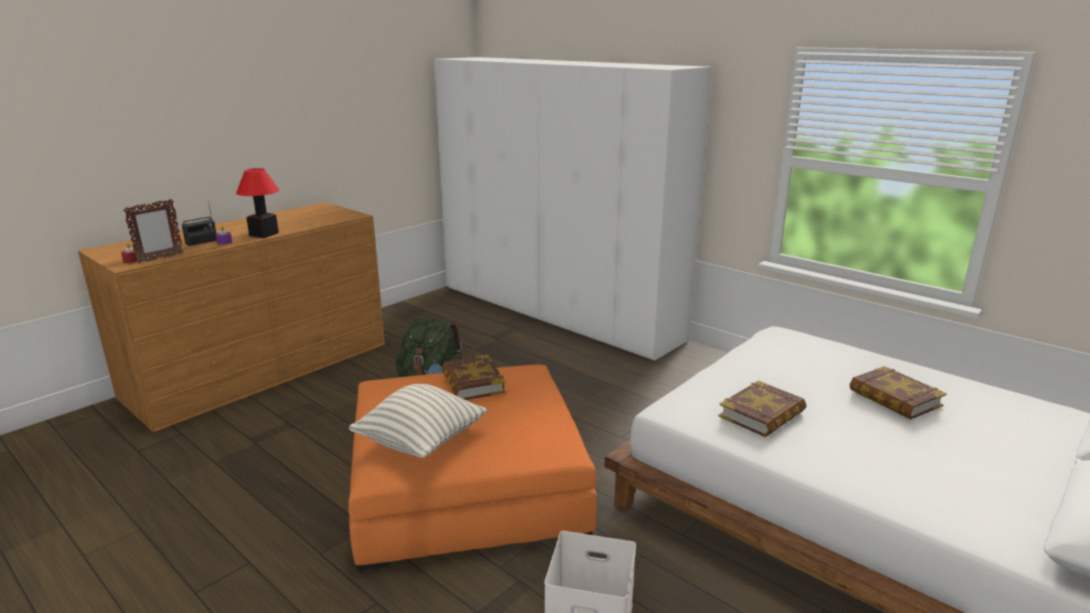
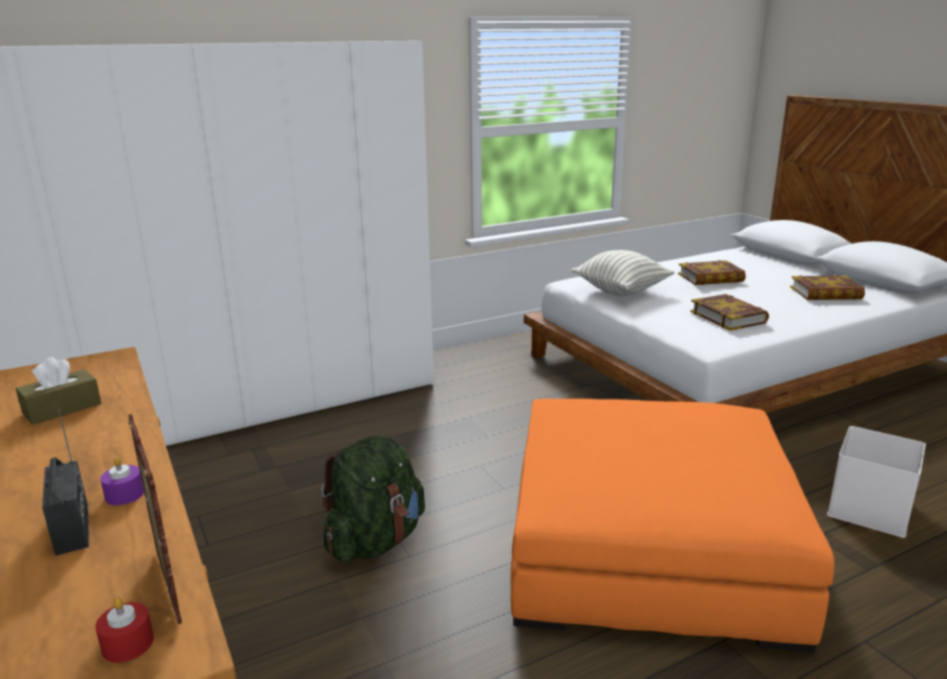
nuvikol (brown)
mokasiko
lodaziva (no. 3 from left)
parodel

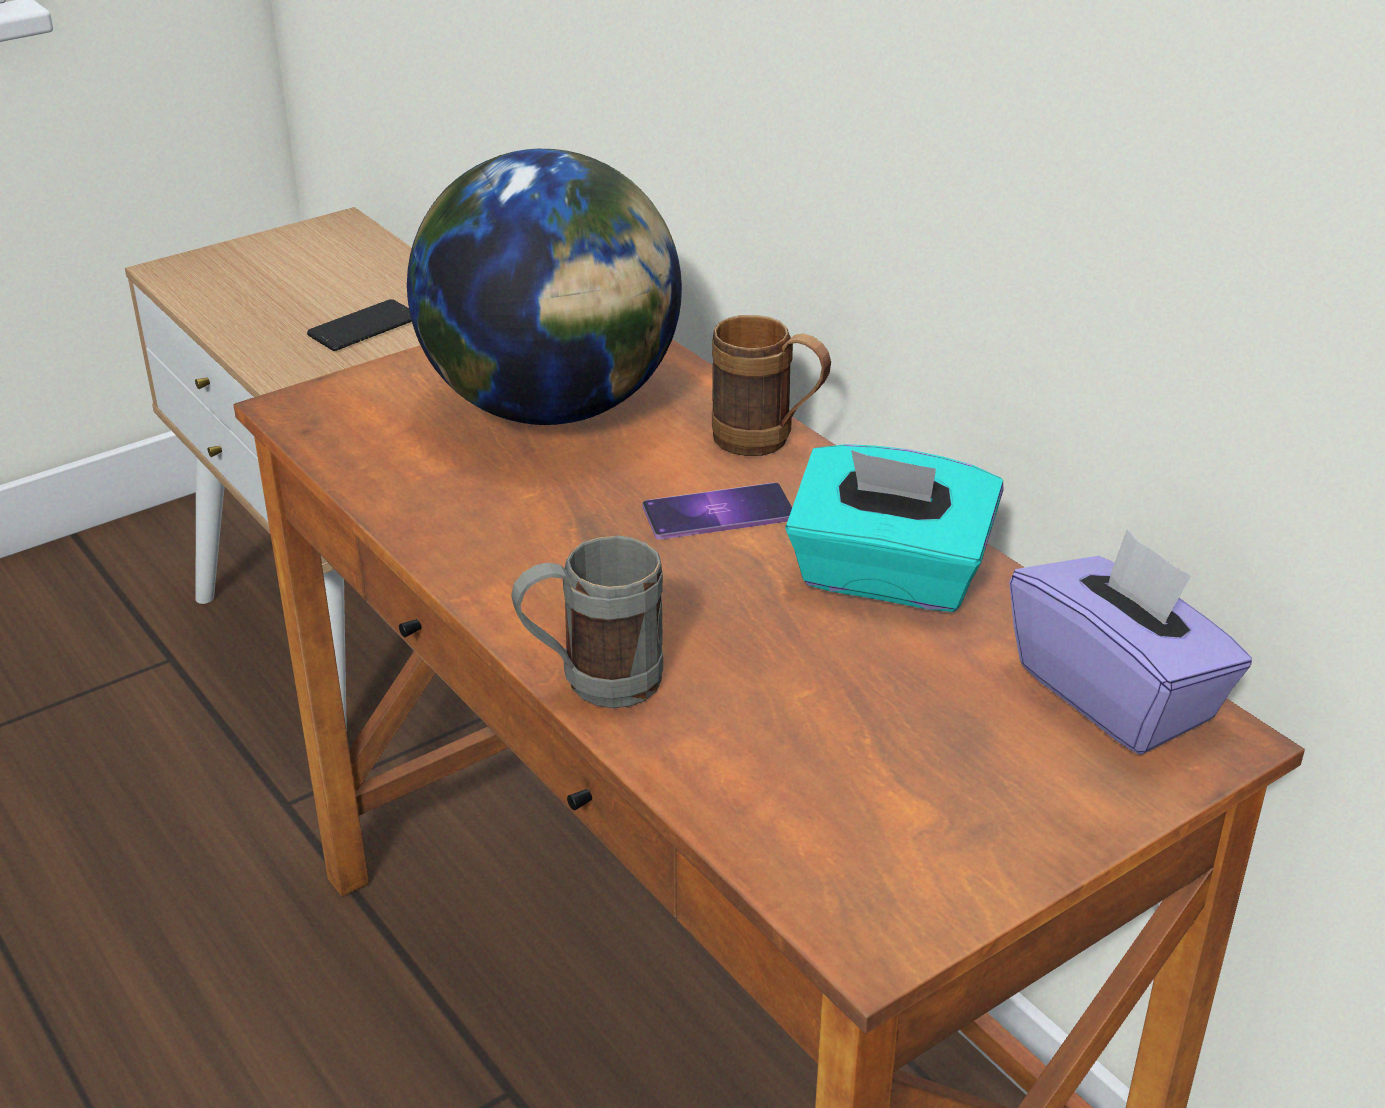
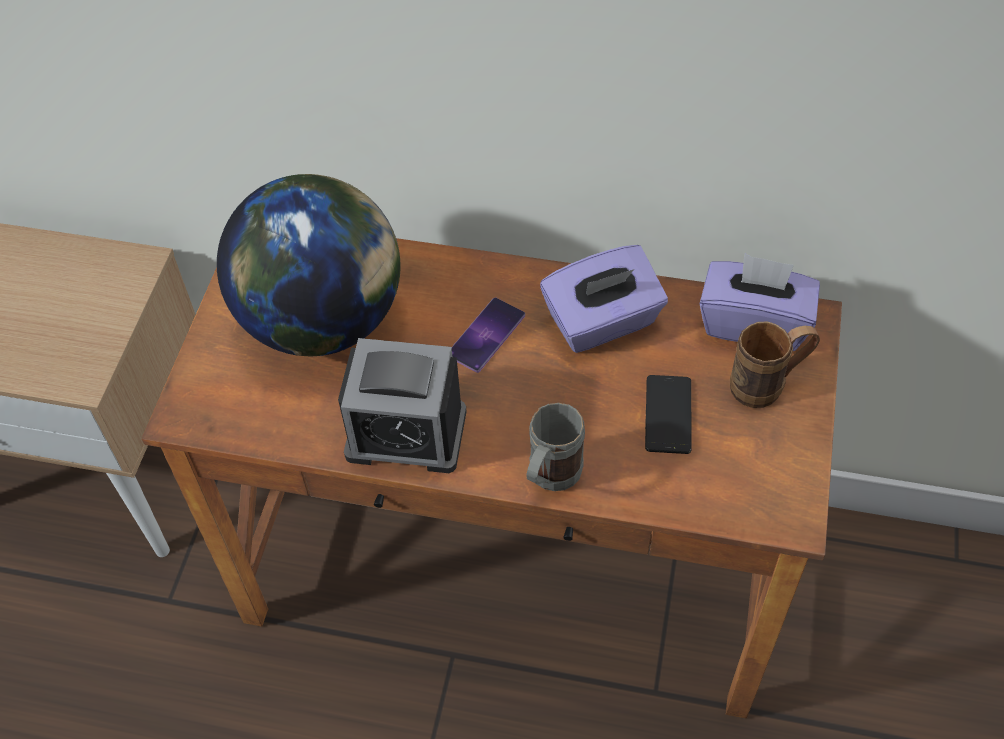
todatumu
nuvikol (purple) (no. 1 from left)
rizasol (no. 2 from left)
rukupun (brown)

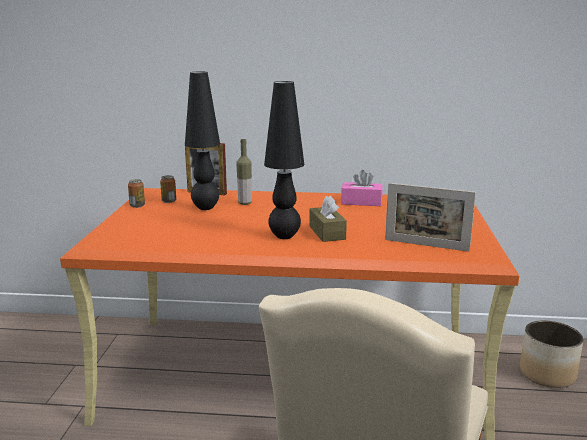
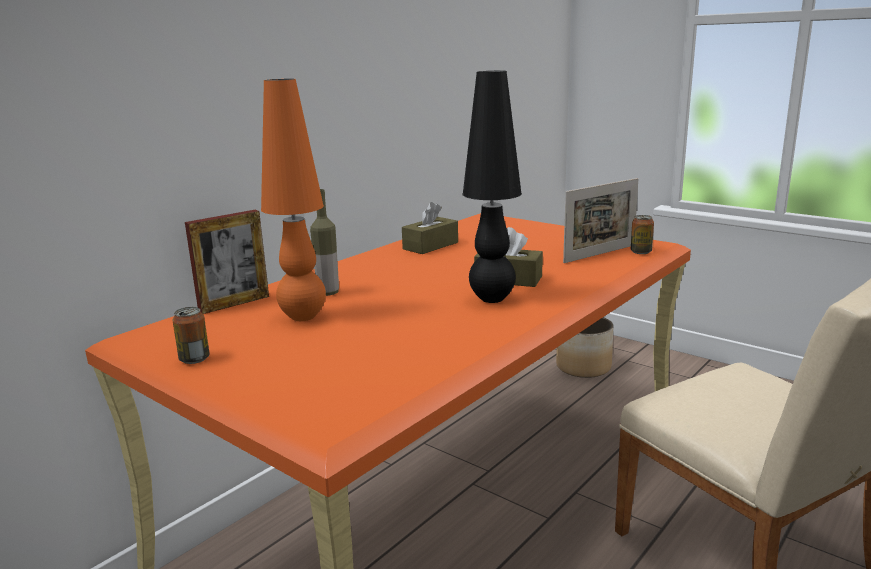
parodel (orange)
nuvikol (brown) (no. 1 from left)
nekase (no. 2 from left)

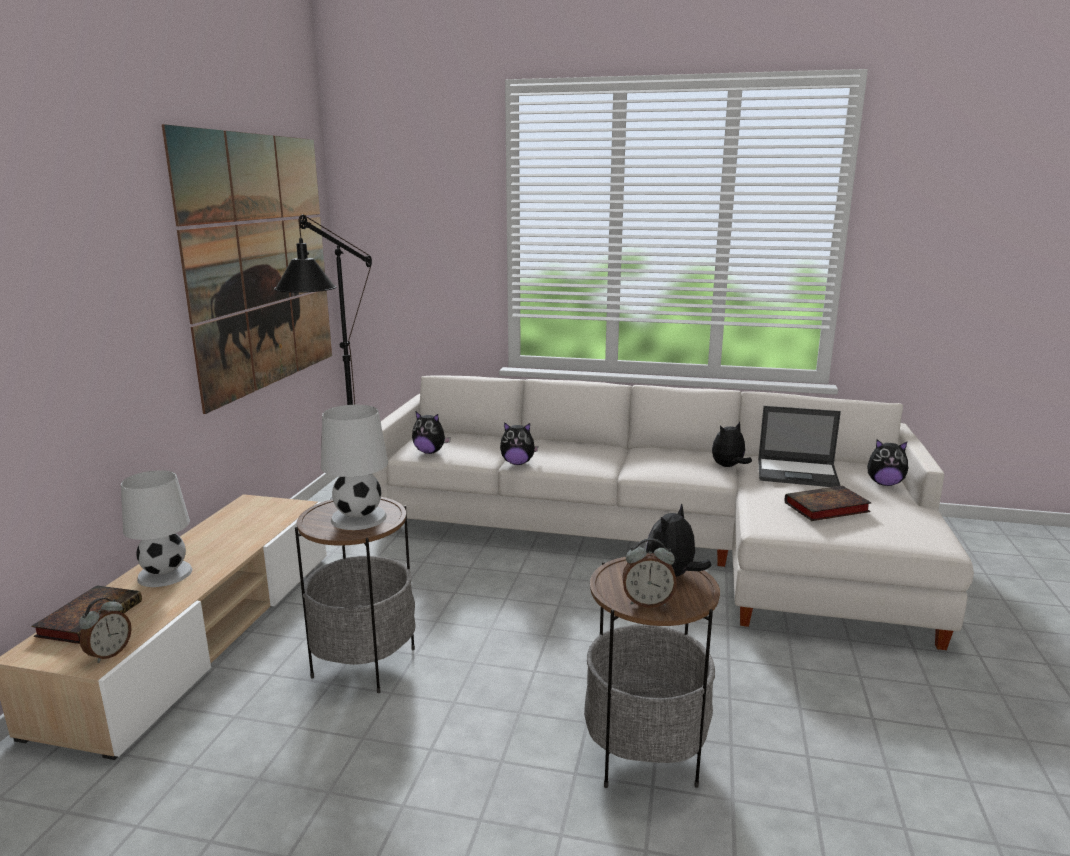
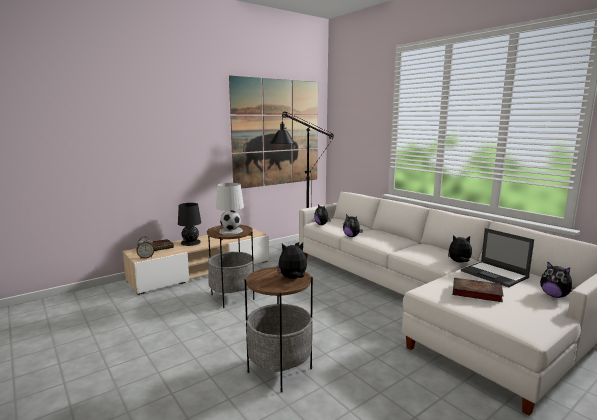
parodel (black)
todatumu (no. 2 from left in the first image)

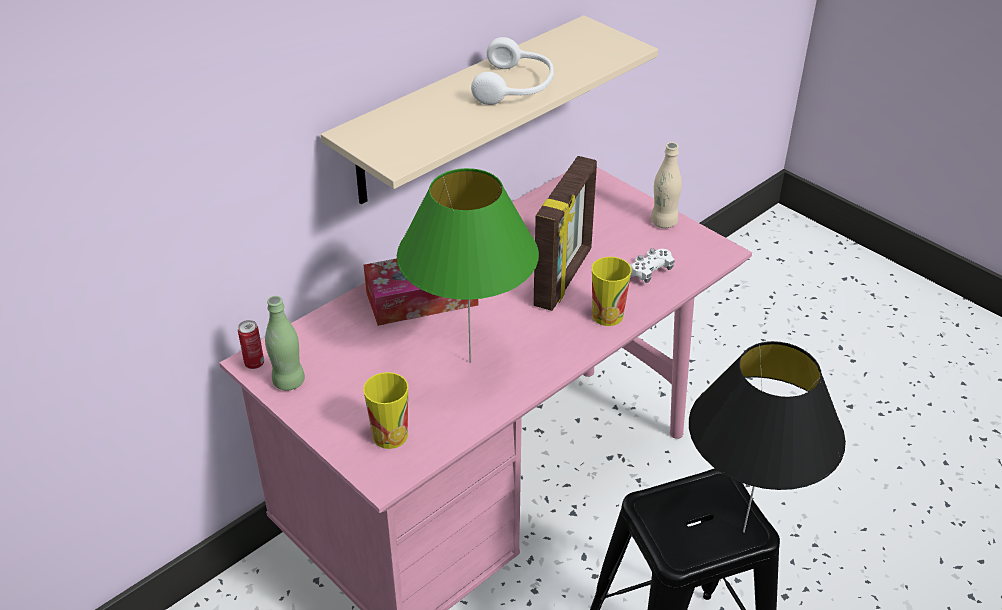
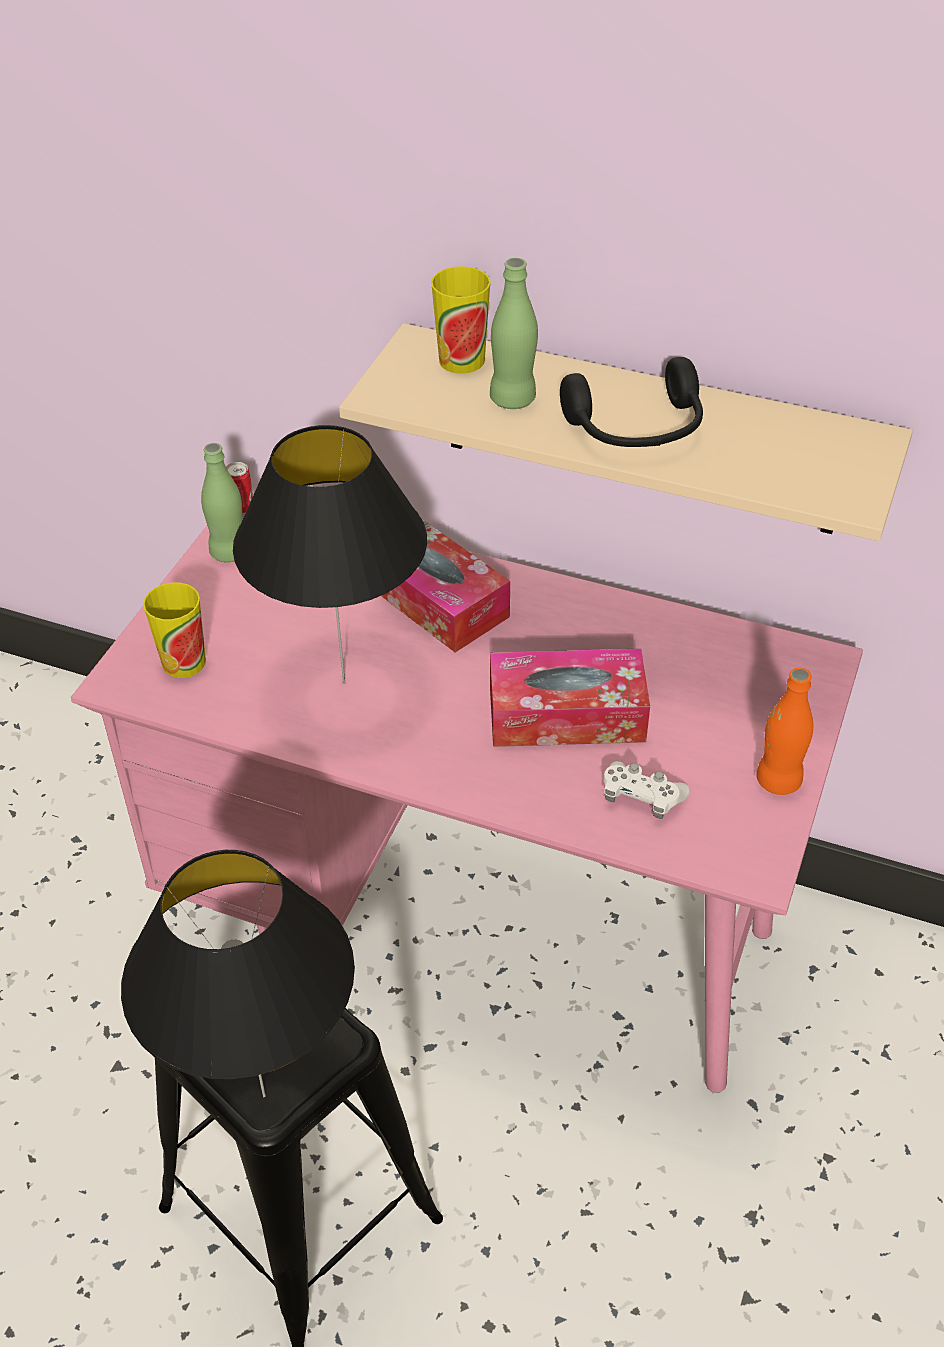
parodel (black) (no. 2 from left)
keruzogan (no. 2 from left)
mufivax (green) (no. 2 from left)
nuvikol (no. 2 from left)
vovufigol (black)
mufivax (orange)

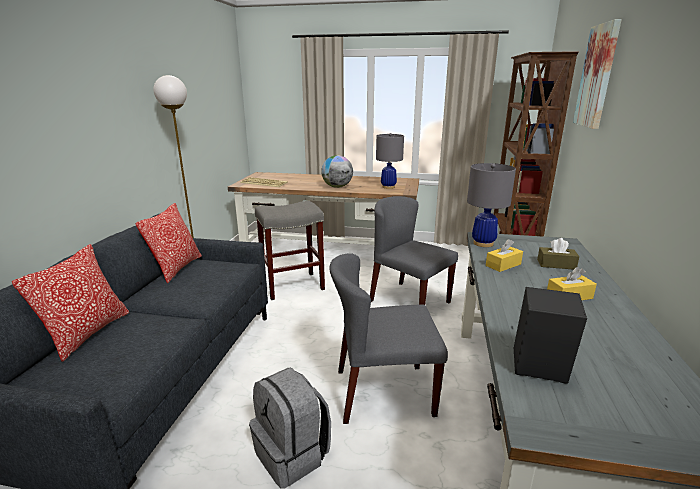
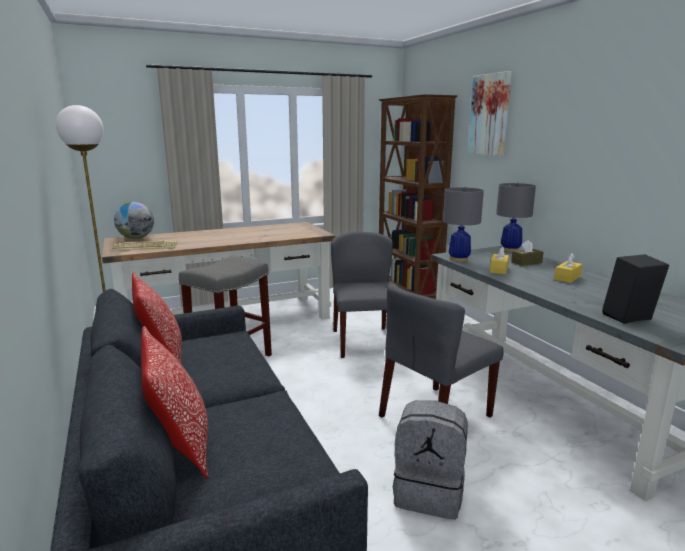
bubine
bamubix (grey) (no. 1 from left)
parodel (grey) (no. 2 from left)

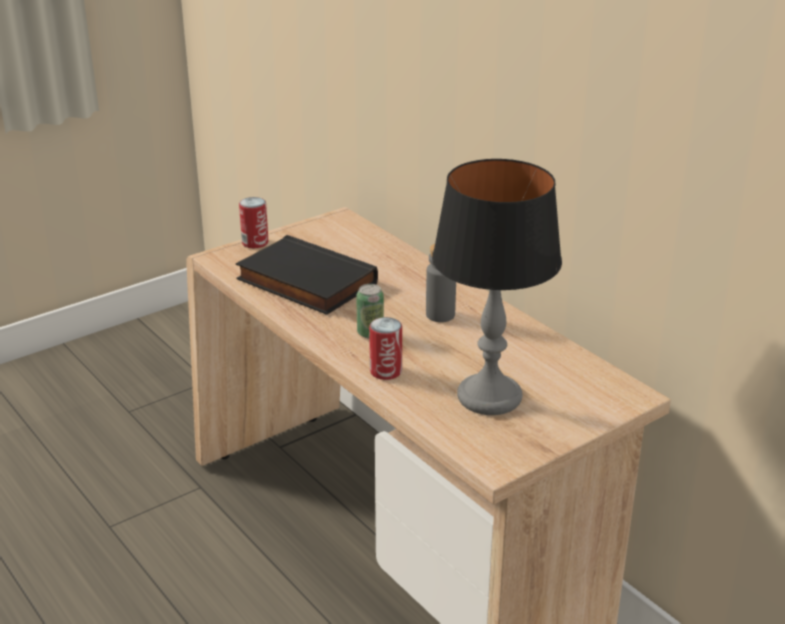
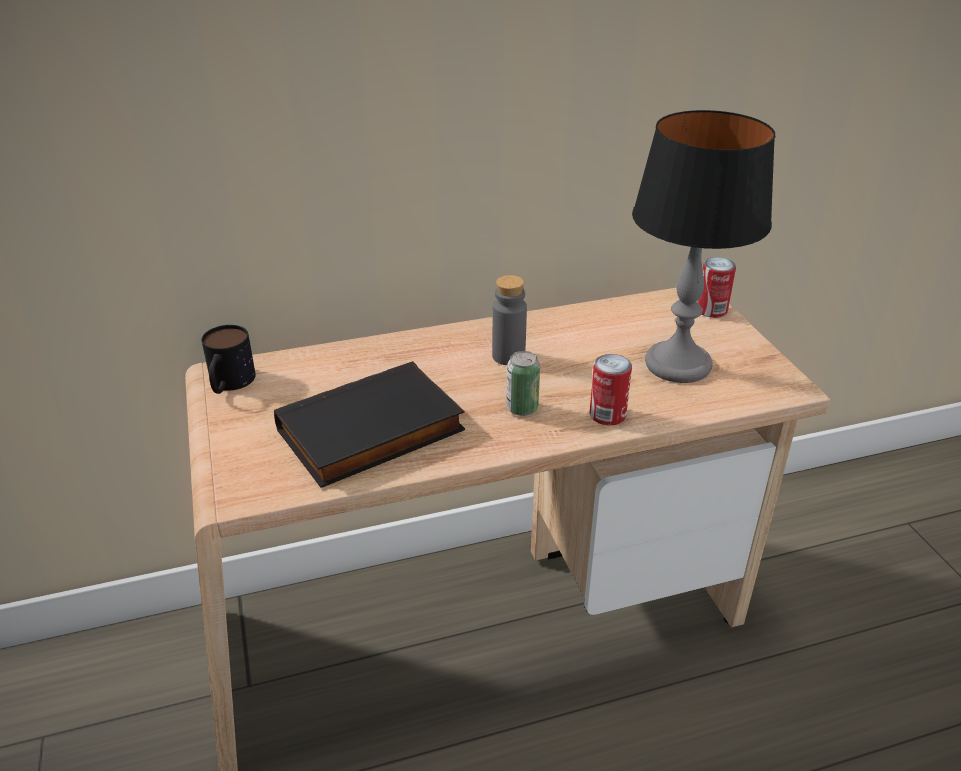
rukupun
nekase (no. 3 from left)

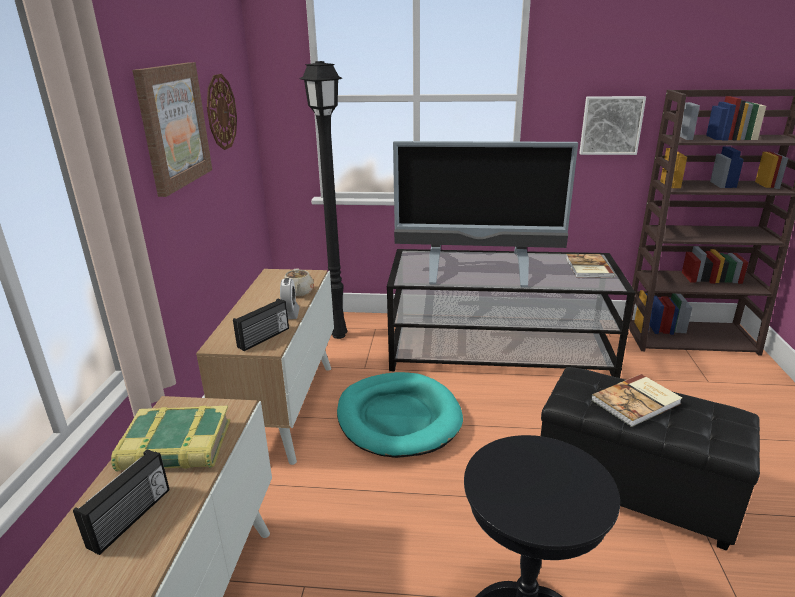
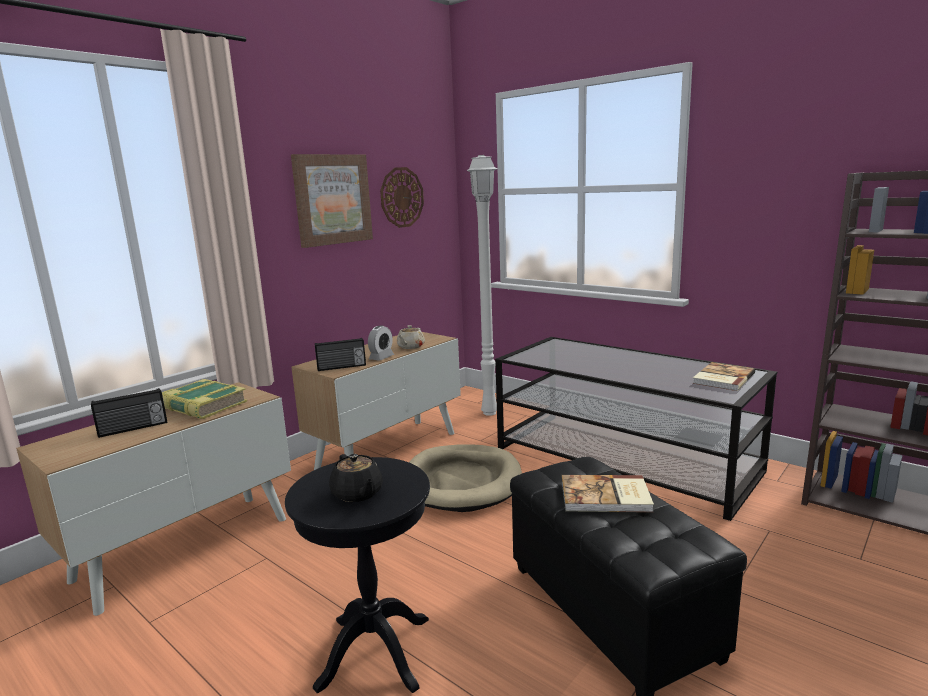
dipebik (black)
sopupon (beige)
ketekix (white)
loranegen
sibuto (no. 2 from left in the first image)

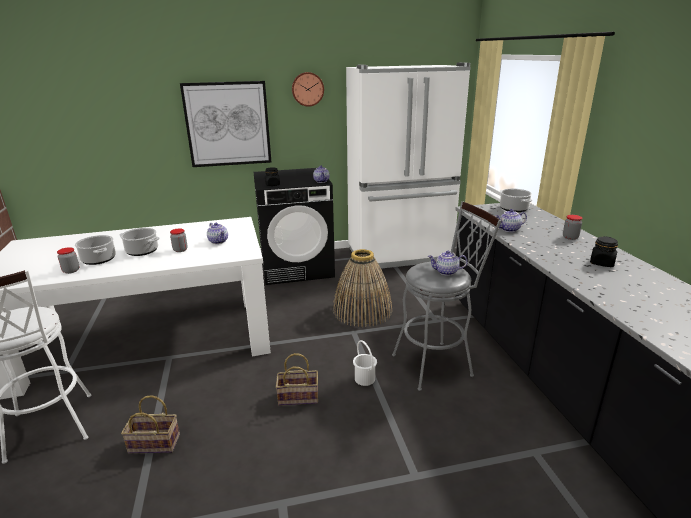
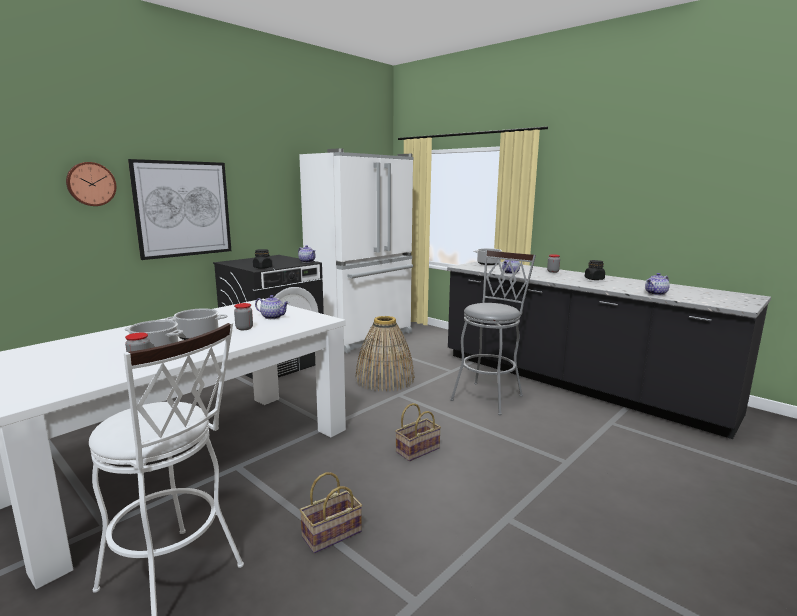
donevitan
dipebik (no. 4 from left)
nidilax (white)

